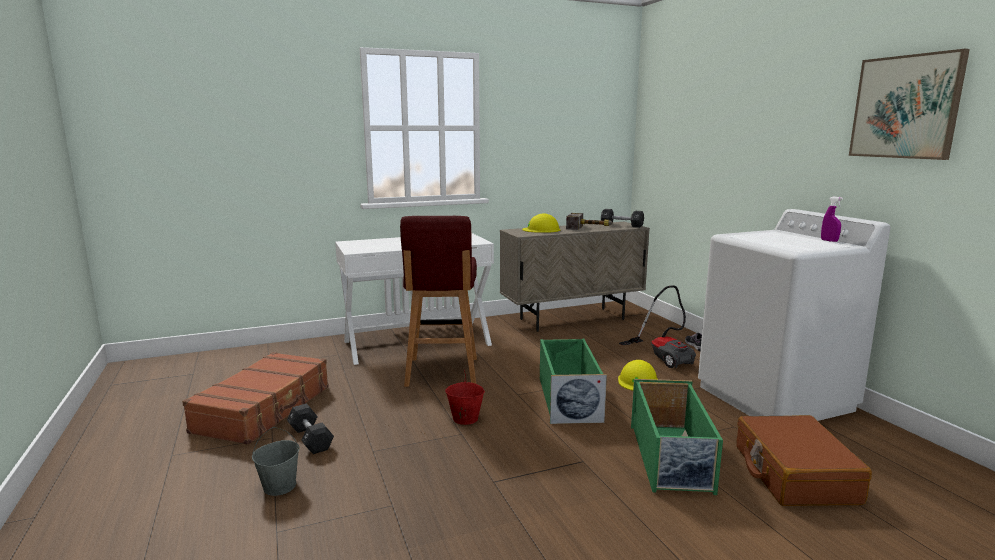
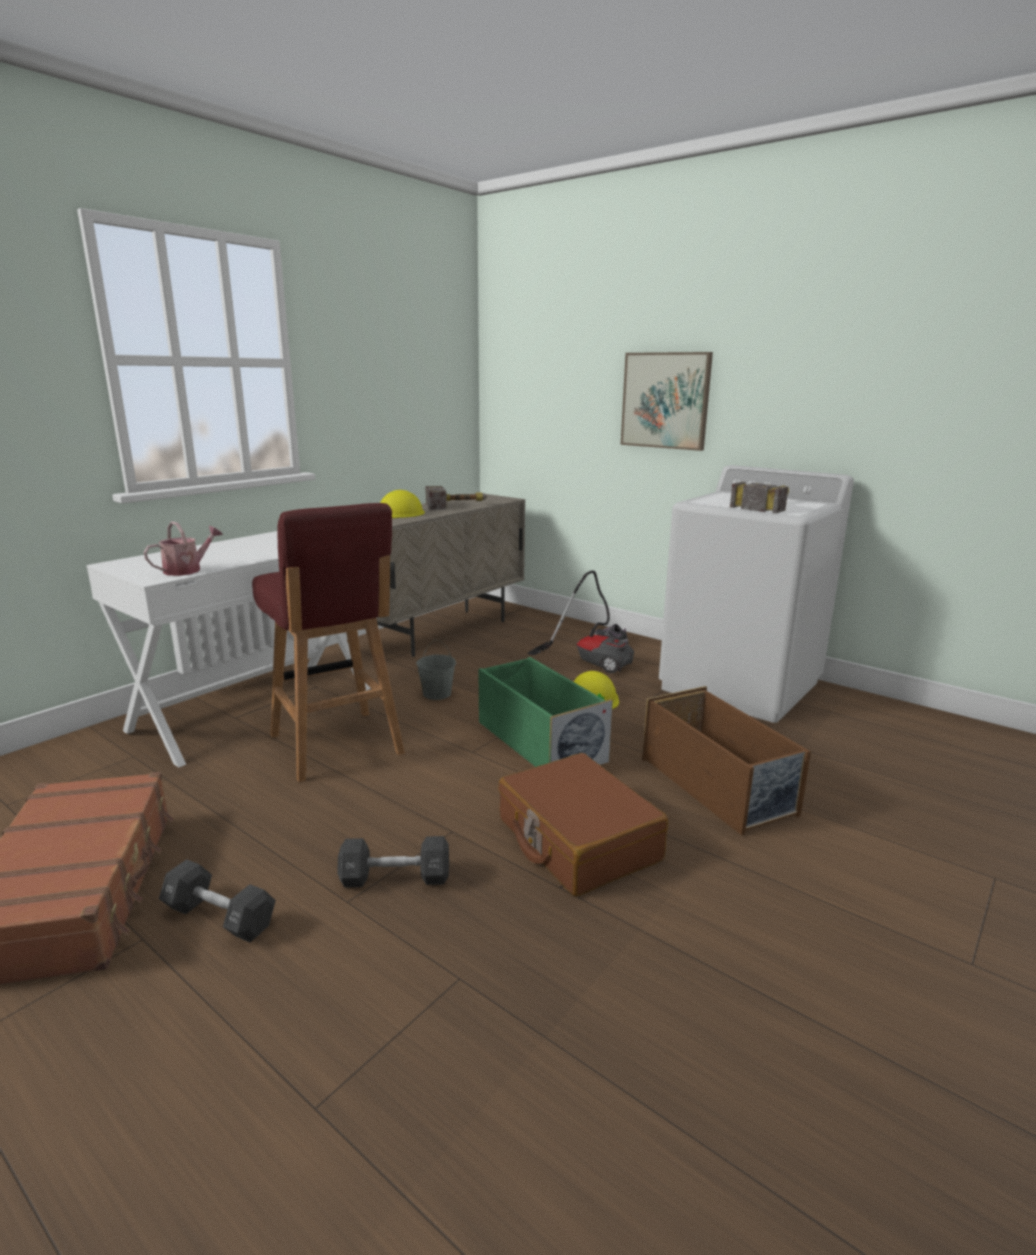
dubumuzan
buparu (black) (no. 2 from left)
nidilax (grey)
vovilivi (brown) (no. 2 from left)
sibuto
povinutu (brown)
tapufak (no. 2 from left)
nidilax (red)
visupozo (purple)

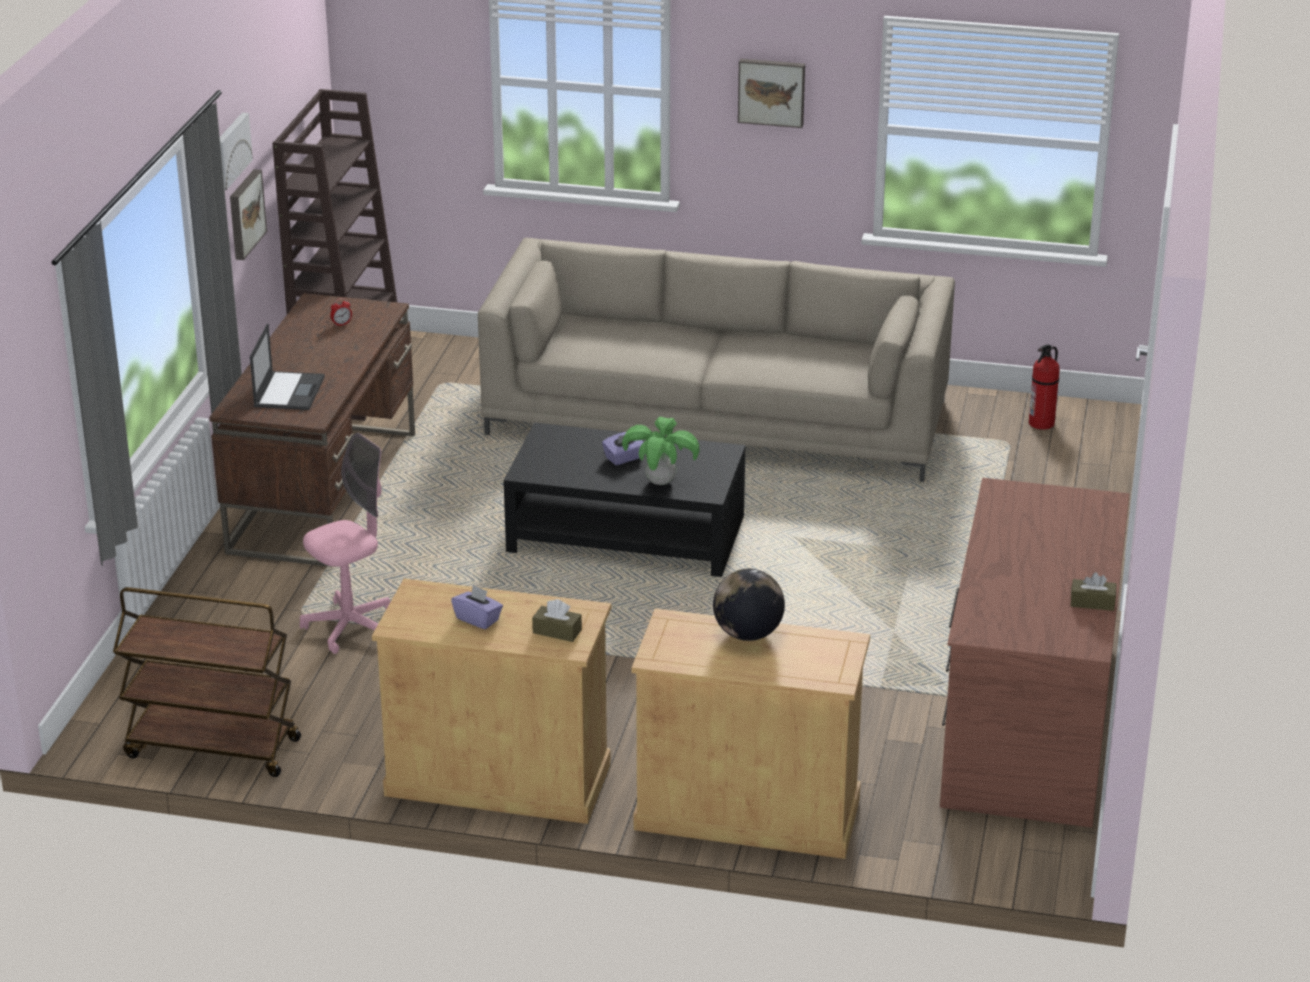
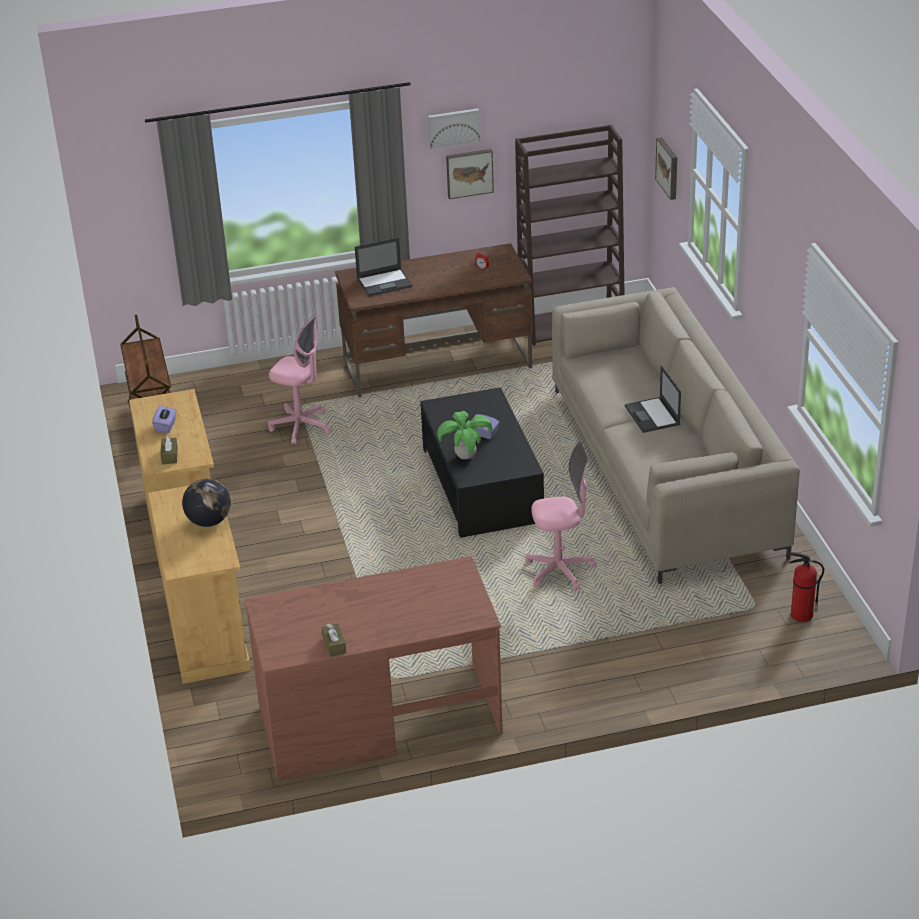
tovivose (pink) (no. 2 from left)
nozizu (no. 2 from left)
sibuto (no. 3 from left)

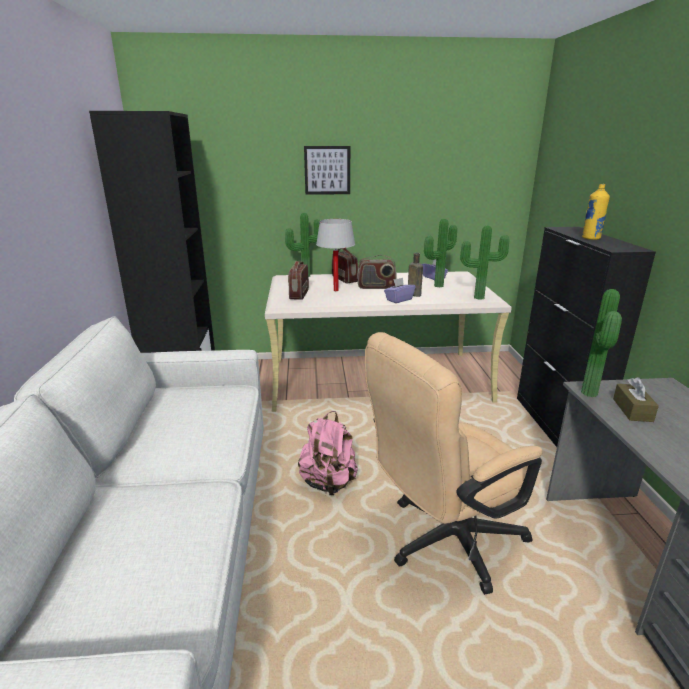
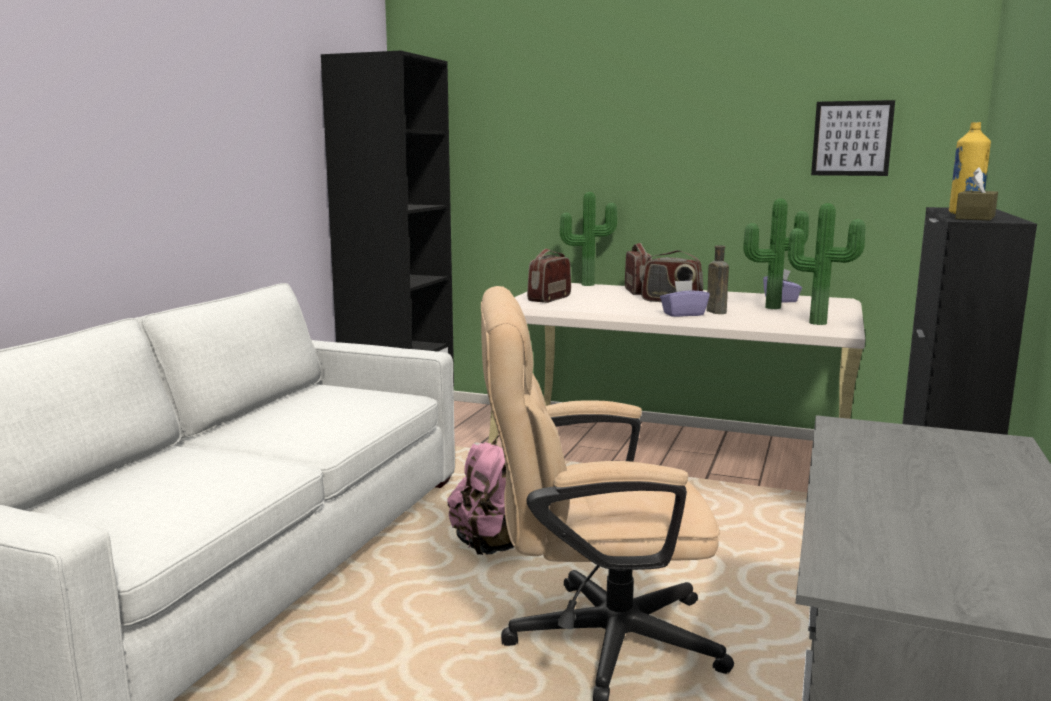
sibuto
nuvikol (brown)
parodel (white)
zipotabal (no. 4 from left in the first image)

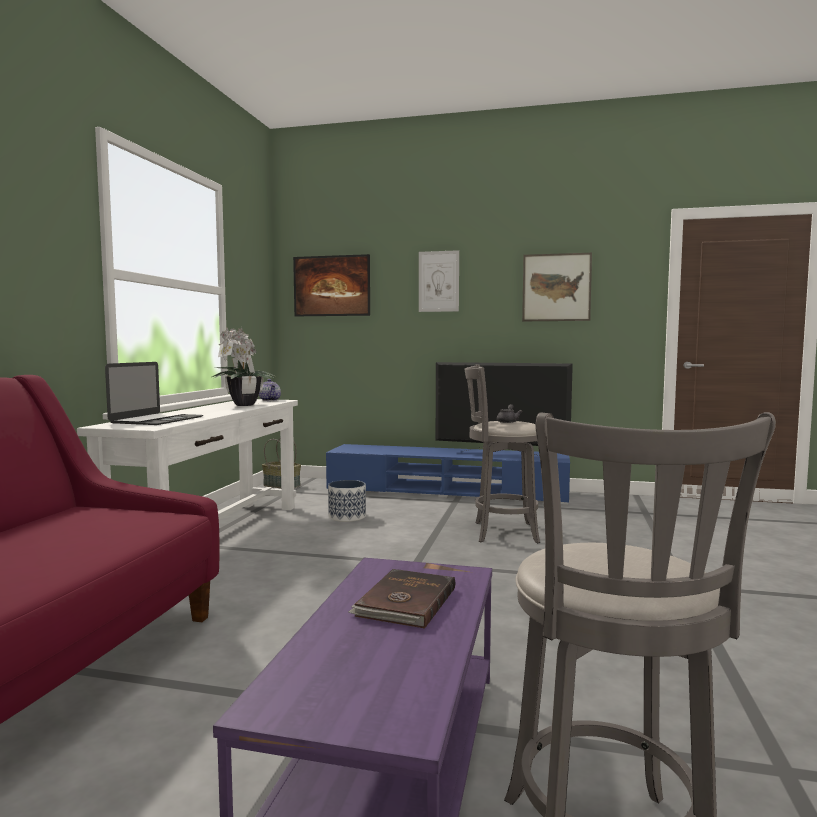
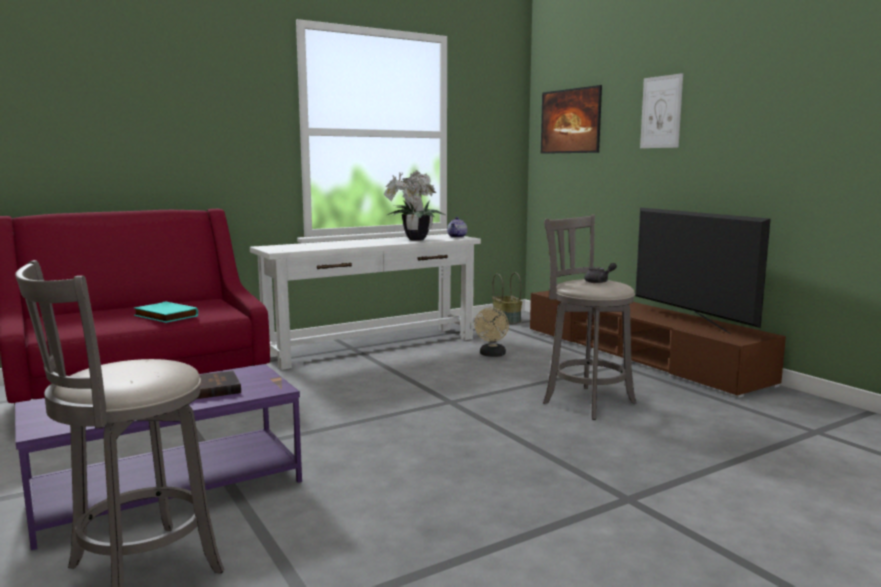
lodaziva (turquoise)
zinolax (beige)
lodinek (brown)
nozizu
sibuto (no. 3 from left in the first image)

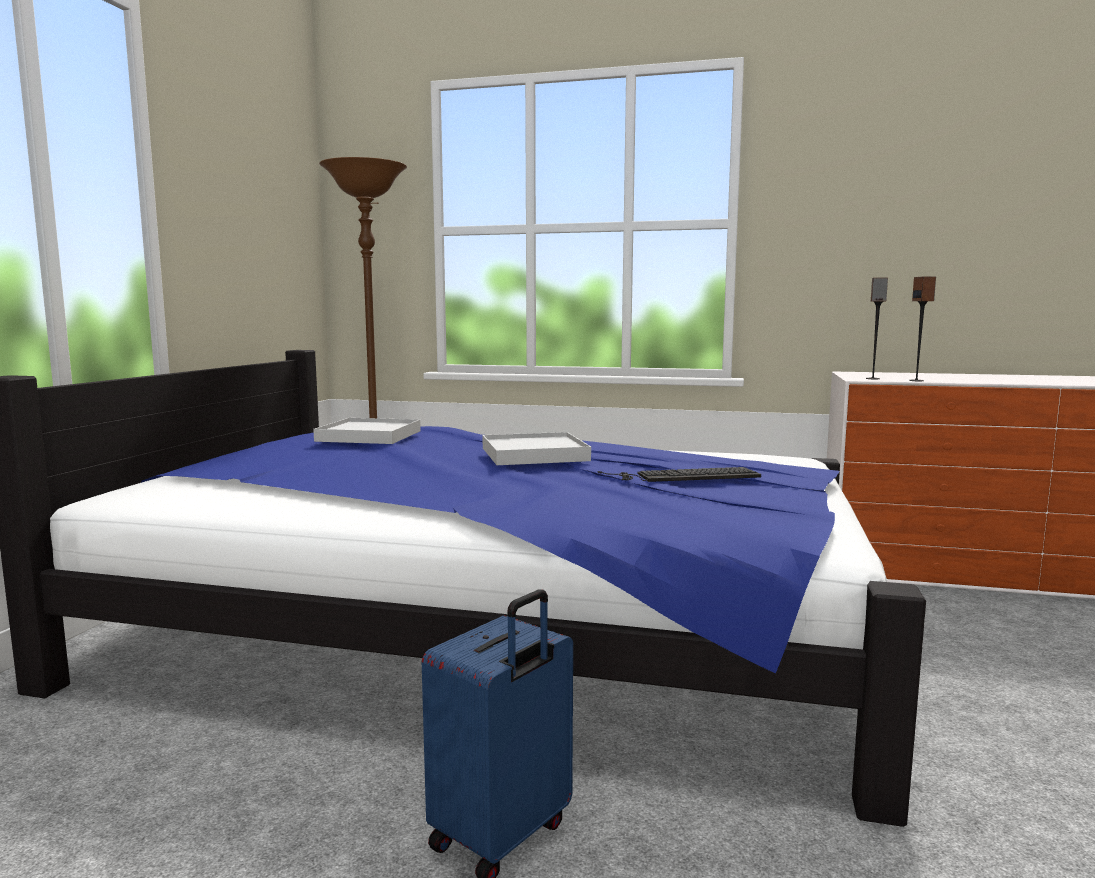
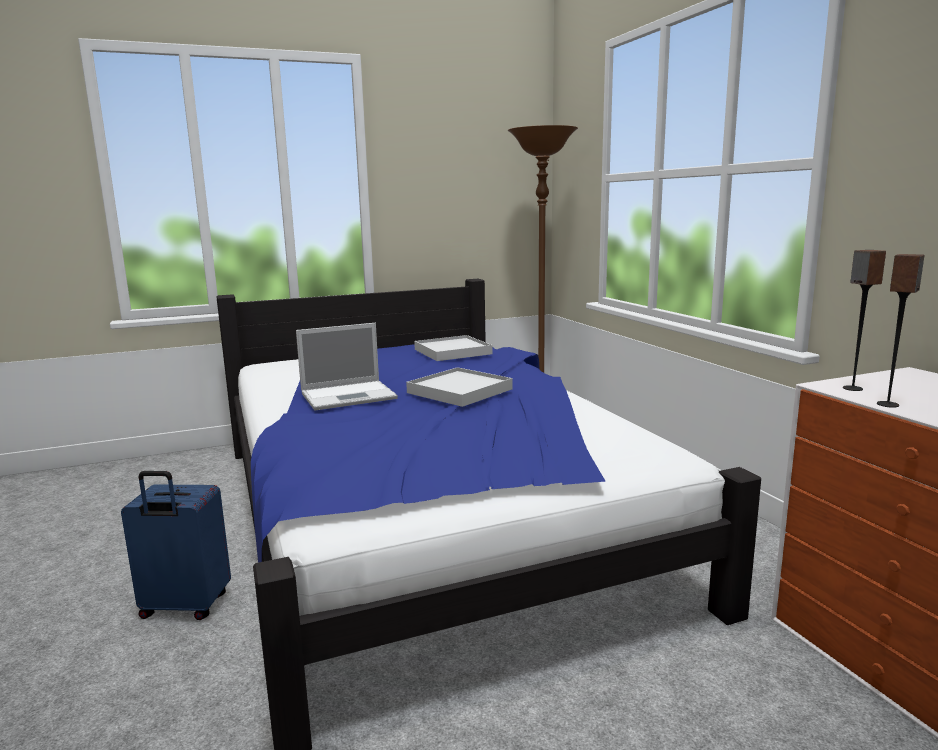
nozizu
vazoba

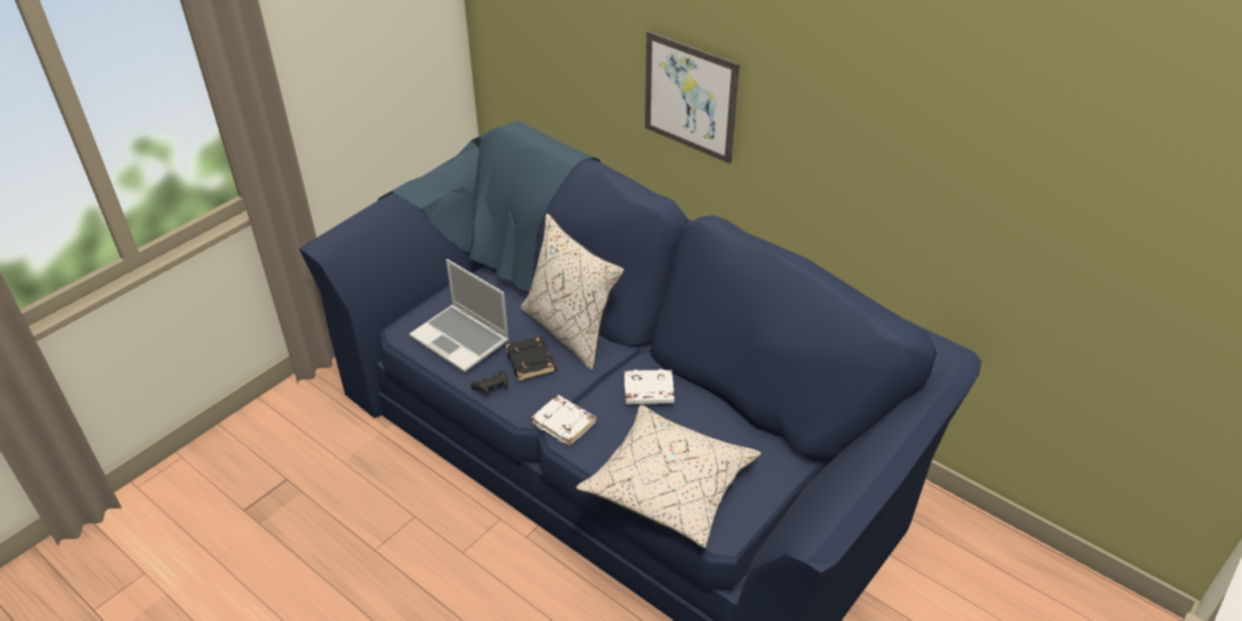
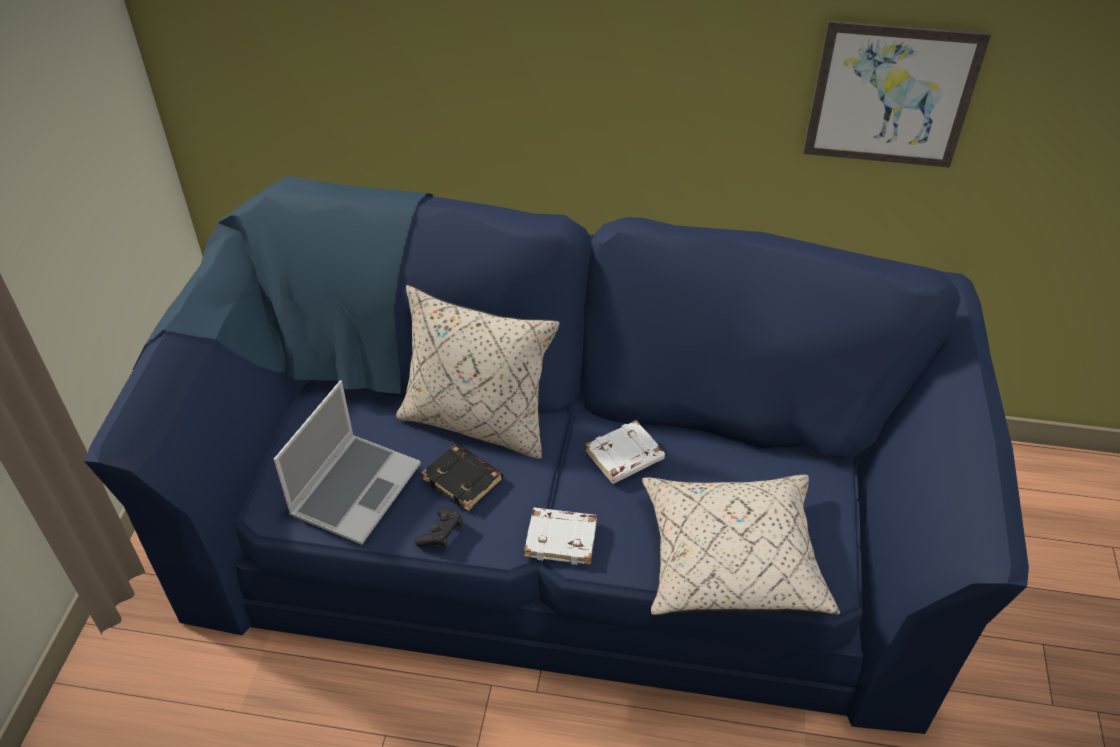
nozizu
sibuto

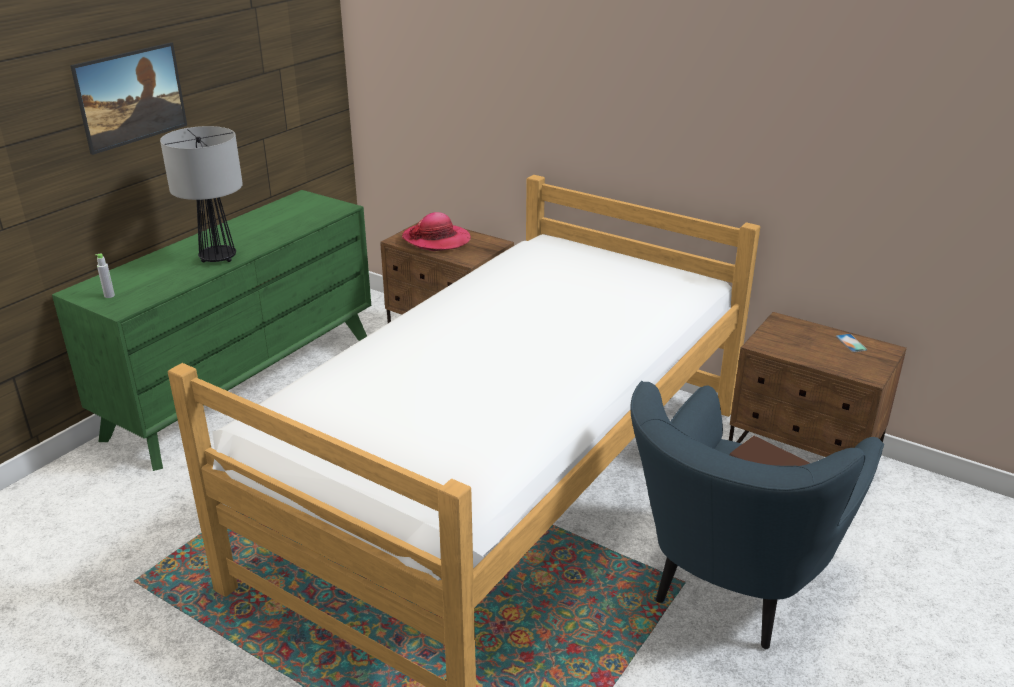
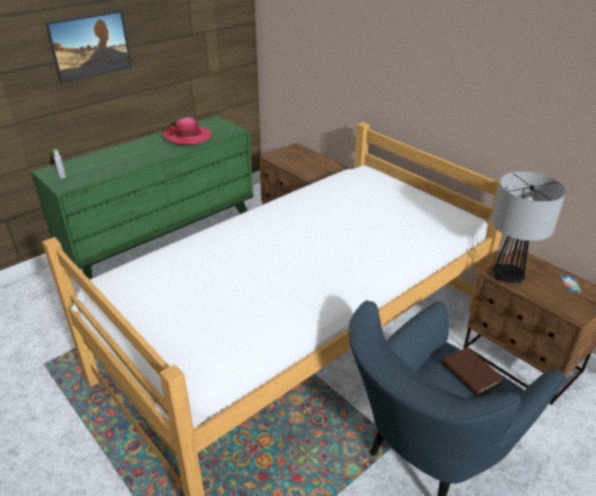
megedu
parodel

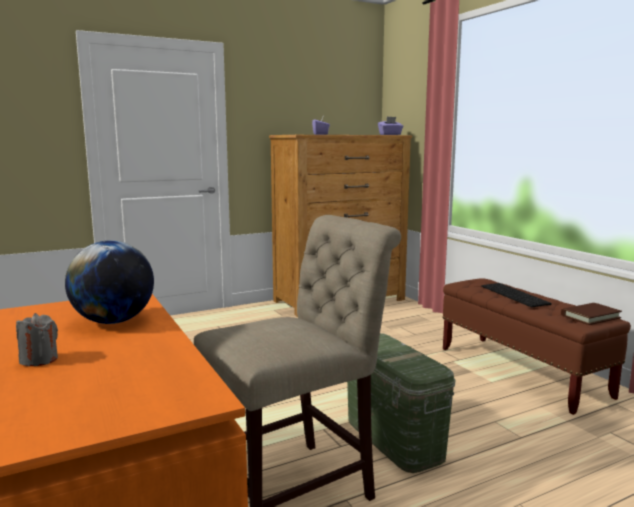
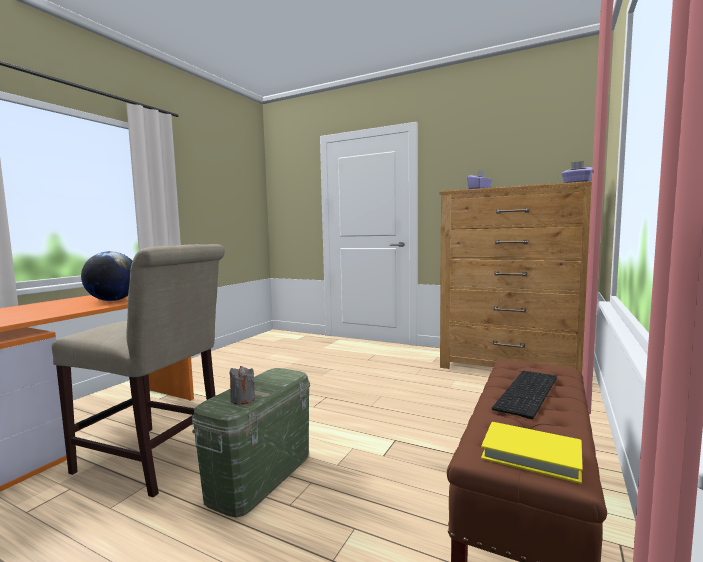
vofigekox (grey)
lodaziva (yellow)

